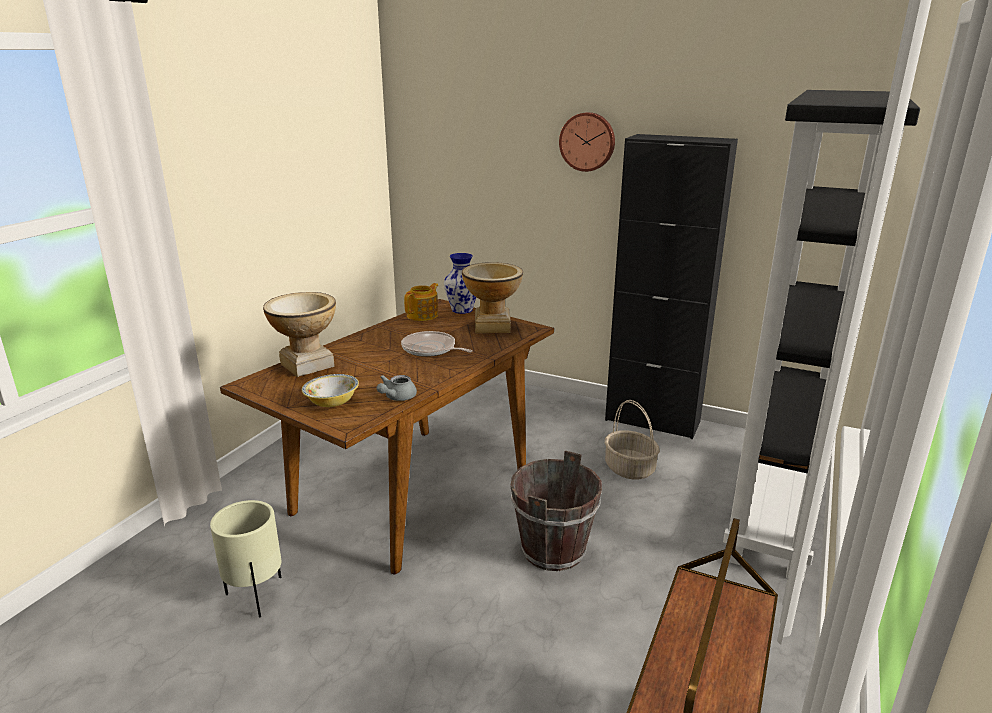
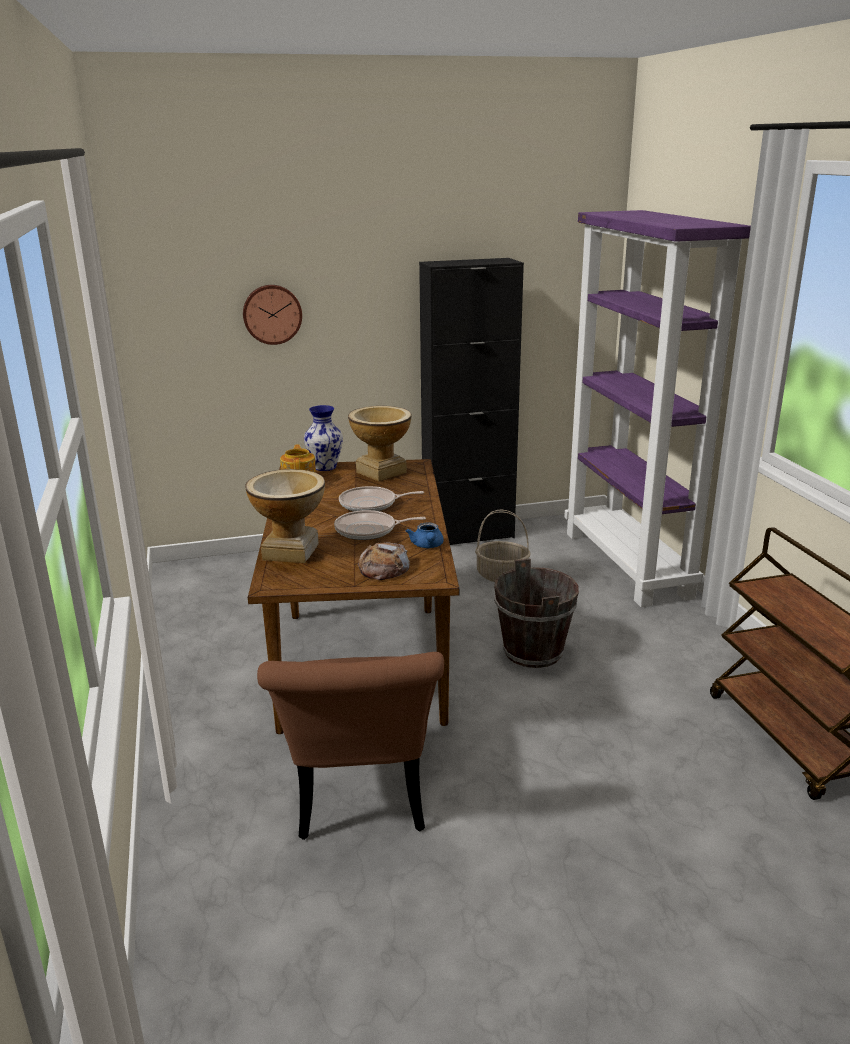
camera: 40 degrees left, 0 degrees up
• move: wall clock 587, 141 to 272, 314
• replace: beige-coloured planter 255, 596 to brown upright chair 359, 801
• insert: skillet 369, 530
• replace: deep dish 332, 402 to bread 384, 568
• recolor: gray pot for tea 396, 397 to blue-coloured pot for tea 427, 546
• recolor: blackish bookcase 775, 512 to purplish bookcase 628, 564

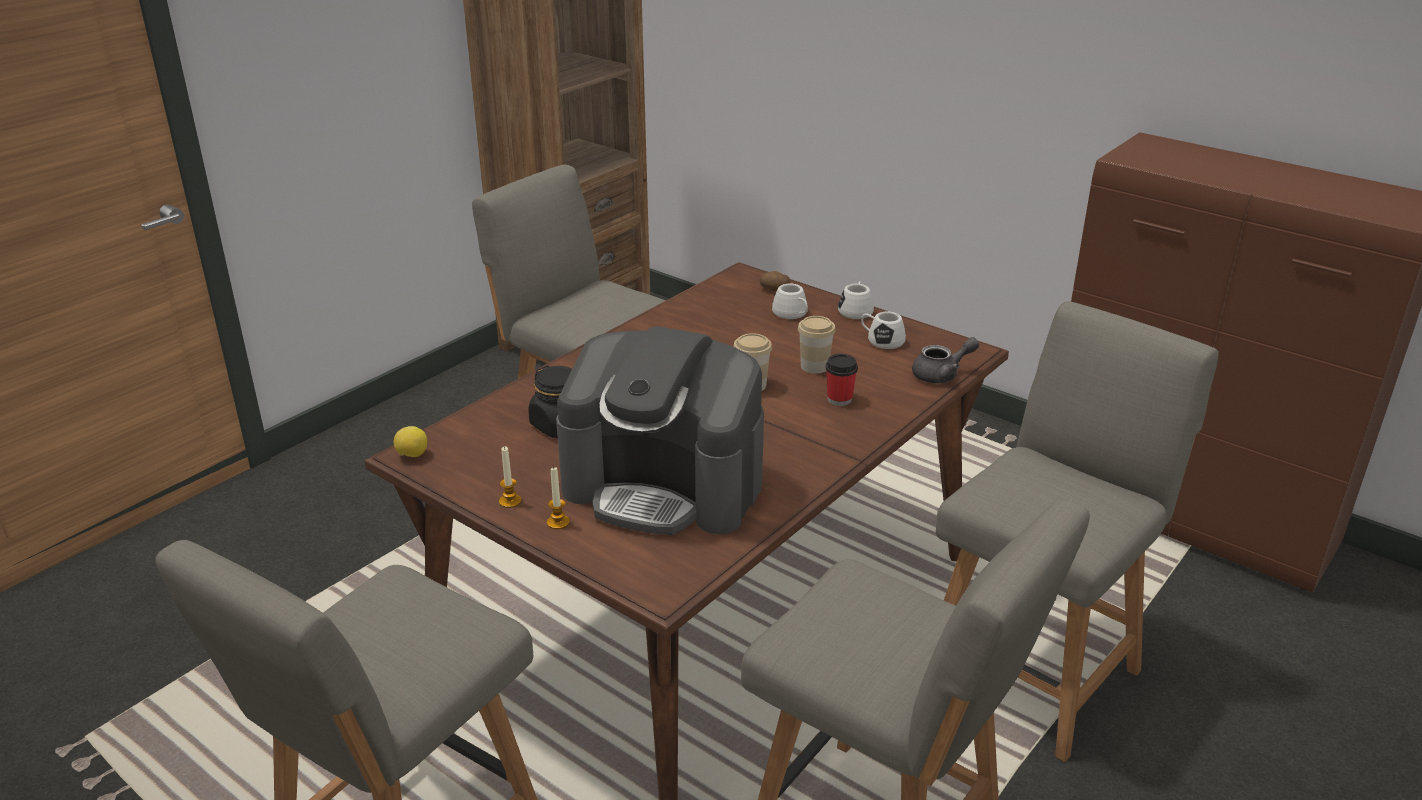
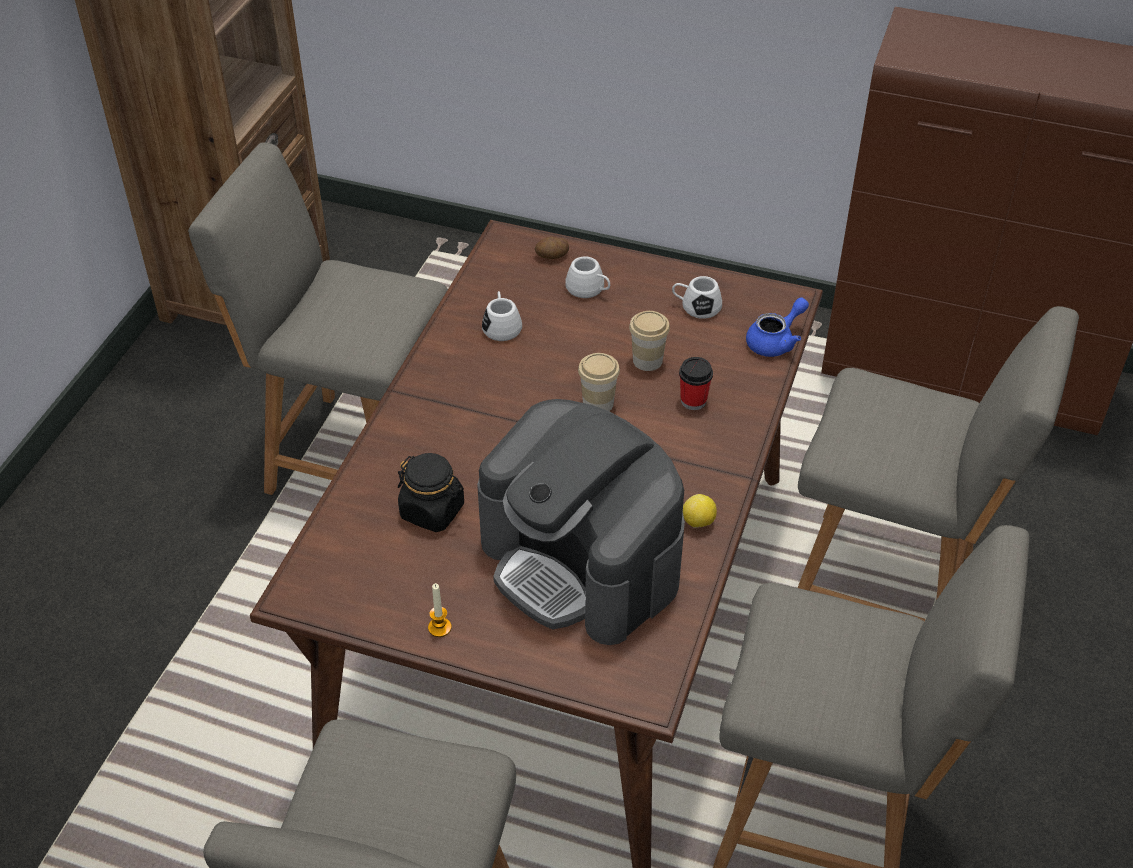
camera: 20 degrees left, 15 degrees up
• rotate: coffee maker 665, 486 = 582, 563 45 degrees clockwise
• move: white-coloured mug 856, 310 to 501, 325
• move: whole lemon 412, 455 to 698, 522
• recolor: gray pot for tea 942, 375 to blue-coloured pot for tea 775, 341
• rotate: gray upright chair 1034, 670 = 888, 590 90 degrees clockwise
• delete: candle 558, 522

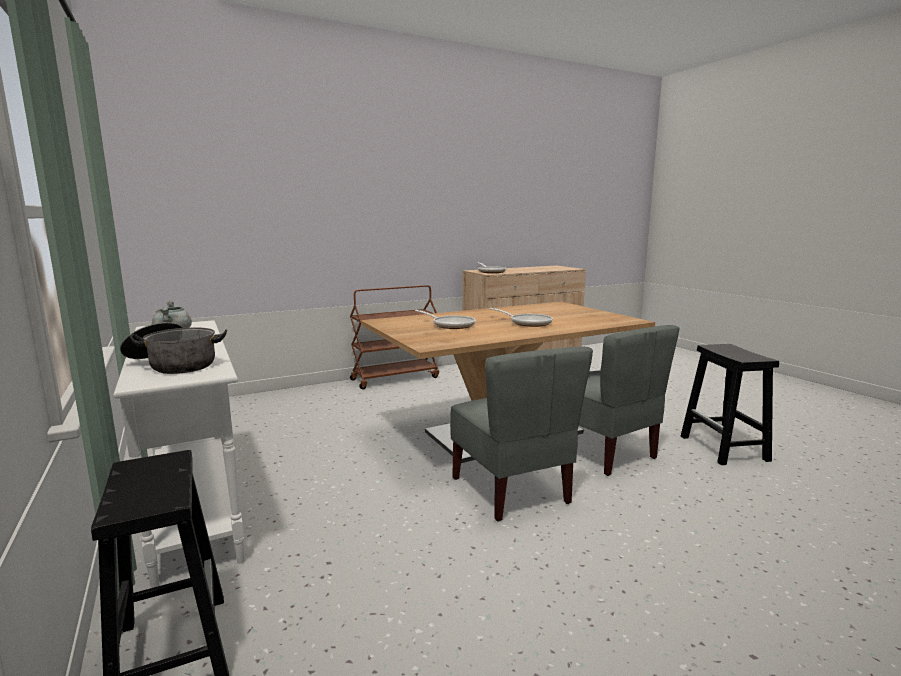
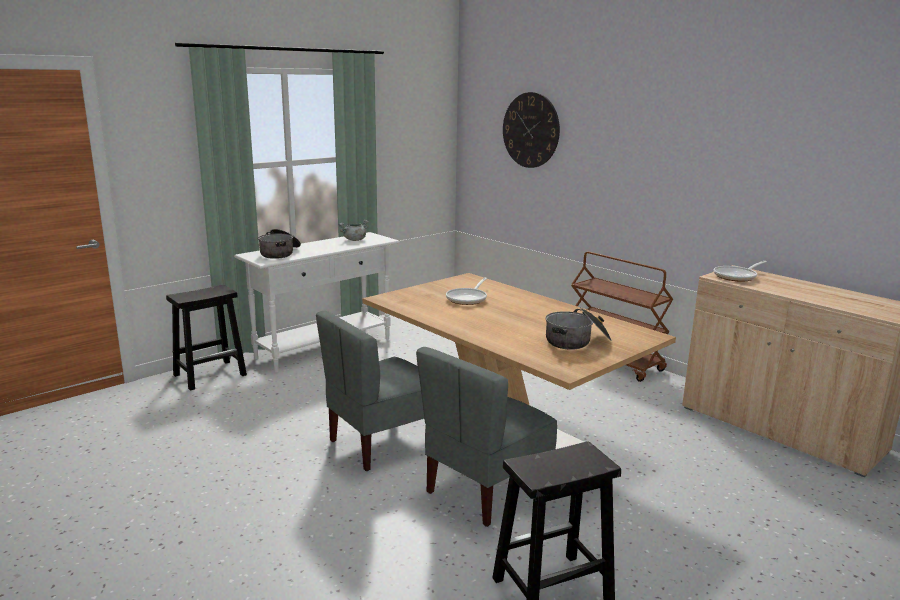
camera: 75 degrees right, 5 degrees up
• insert: wall clock 531, 130
• insert: cooking pot 577, 341
• delete: skillet 527, 323

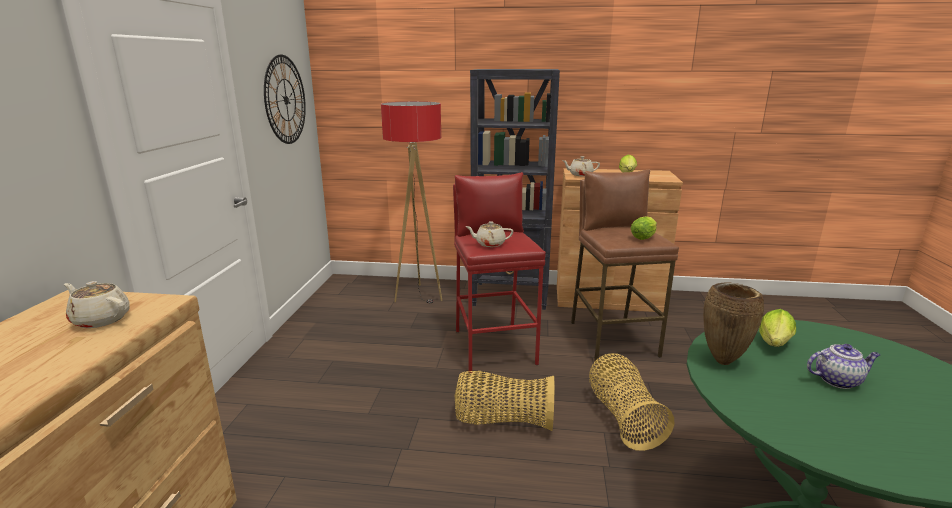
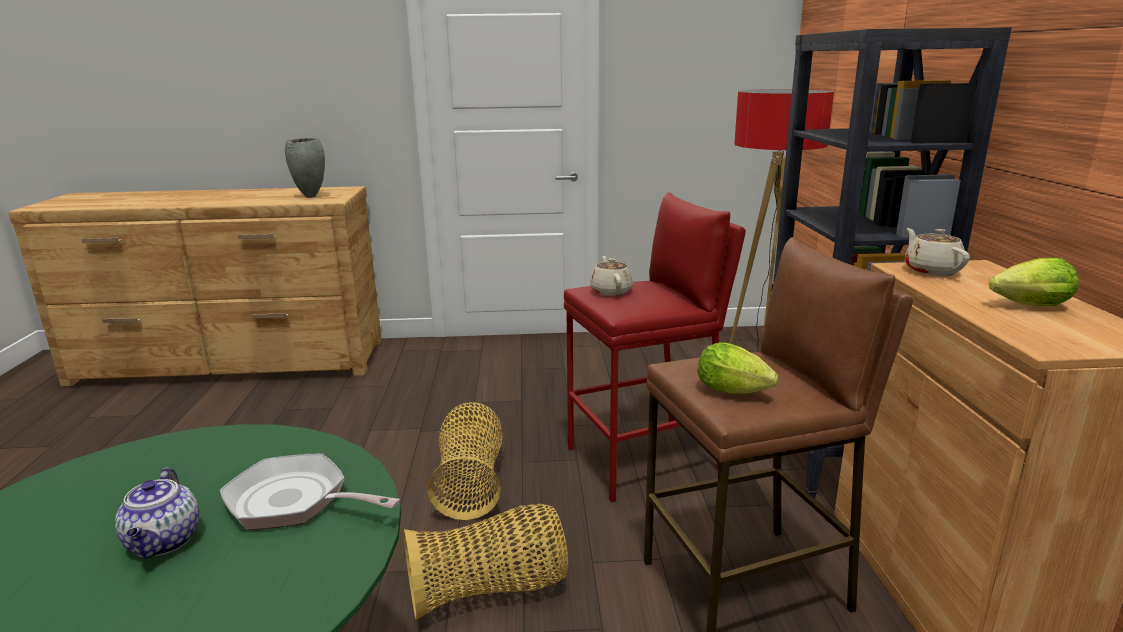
camera: 80 degrees right, 0 degrees up
• replace: head of lettuce 774, 345 to skillet 295, 502
• replace: beige-coloured pot for tea 100, 319 to gray vase 310, 197
• delete: wall clock 285, 100
• delete: brown vase 723, 361

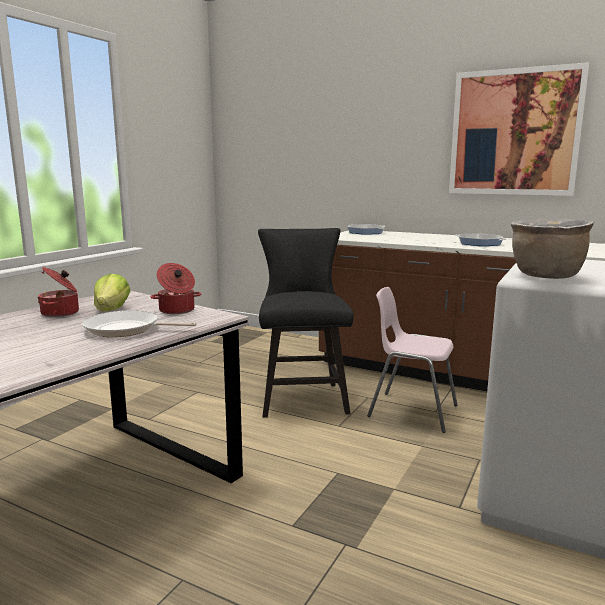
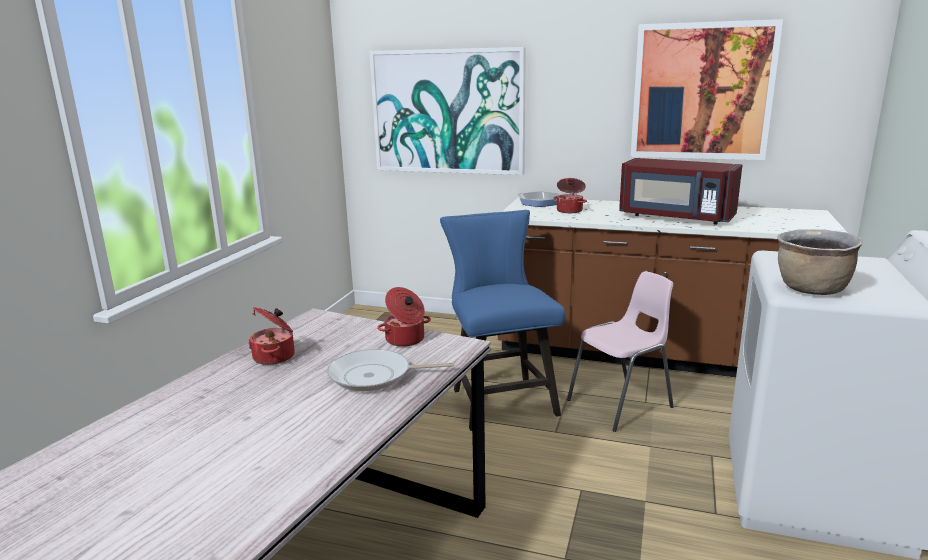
camera: 10 degrees left, 5 degrees up
• insert: picture 448, 112
• recolor: blackish upright chair 302, 396 to blue-coloured upright chair 500, 399
• insert: cooking pot 570, 210
• rotate: pinkish upright chair 412, 411 = 621, 404 135 degrees clockwise
• replace: skillet 479, 243 to reddish microwave 675, 217
• delete: head of lettuce 112, 310

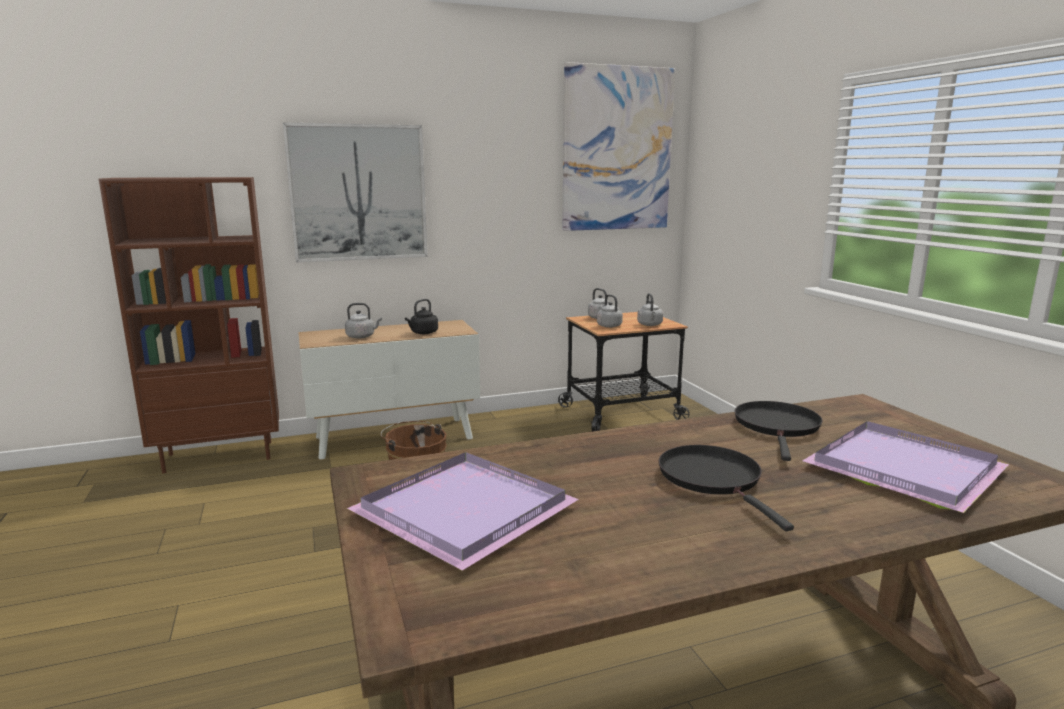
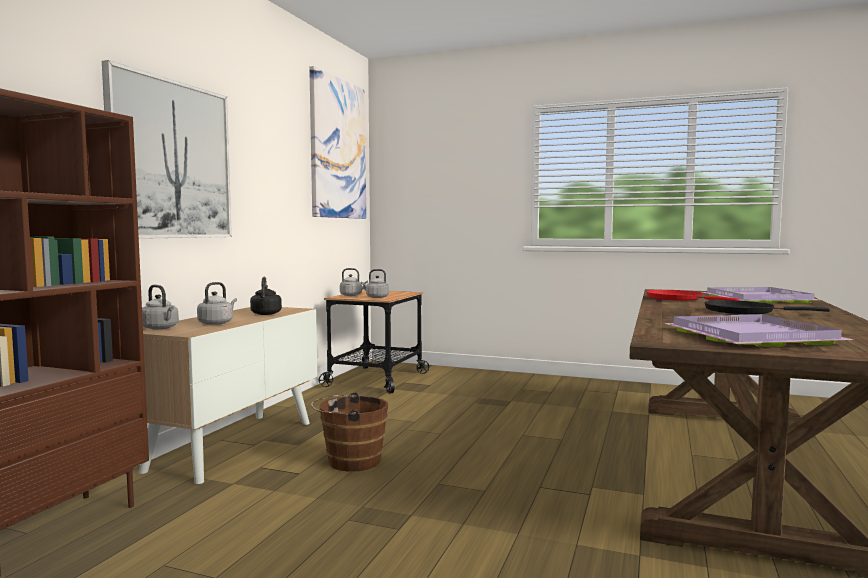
camera: 50 degrees left, 10 degrees down
• move: gray tea kettle 650, 325 to 161, 328
• recolor: blackish skillet 777, 427 to reddish skillet 678, 299

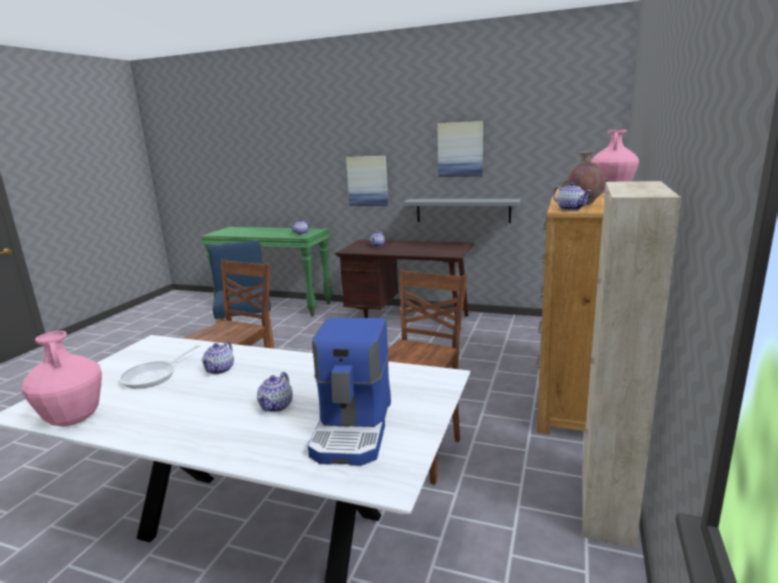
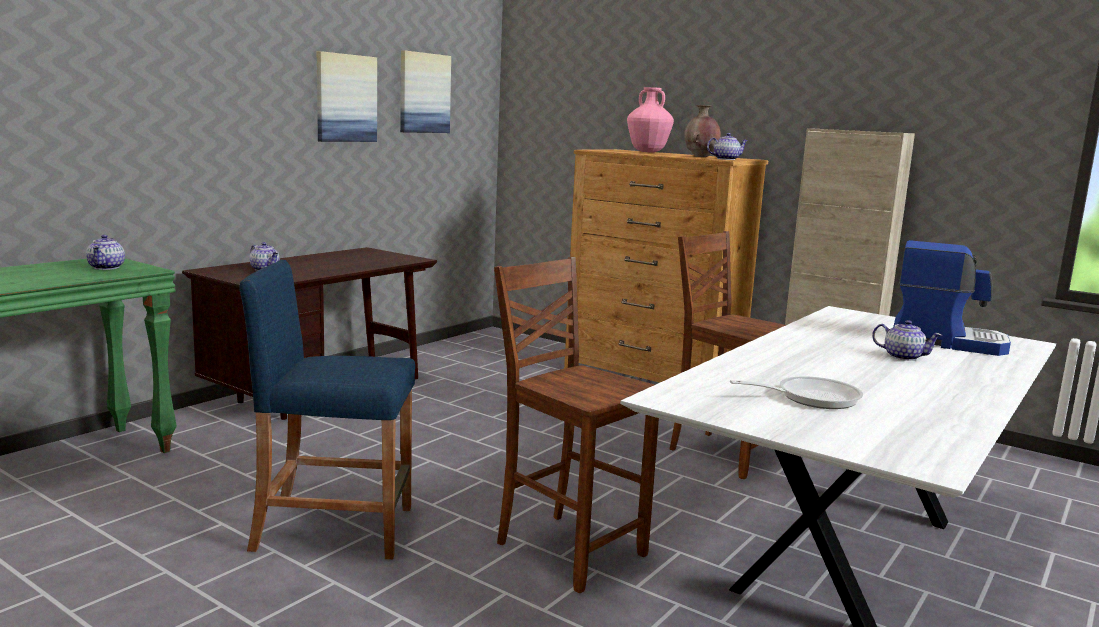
camera: 75 degrees left, 5 degrees down
• move: picture 368, 181 to 424, 93
• rotate: skillet 154, 376 = 810, 398 60 degrees counterclockwise
• delete: pinkish vase 73, 419
• delete: pot for tea 220, 369
• delete: gray bracket shelf 462, 210

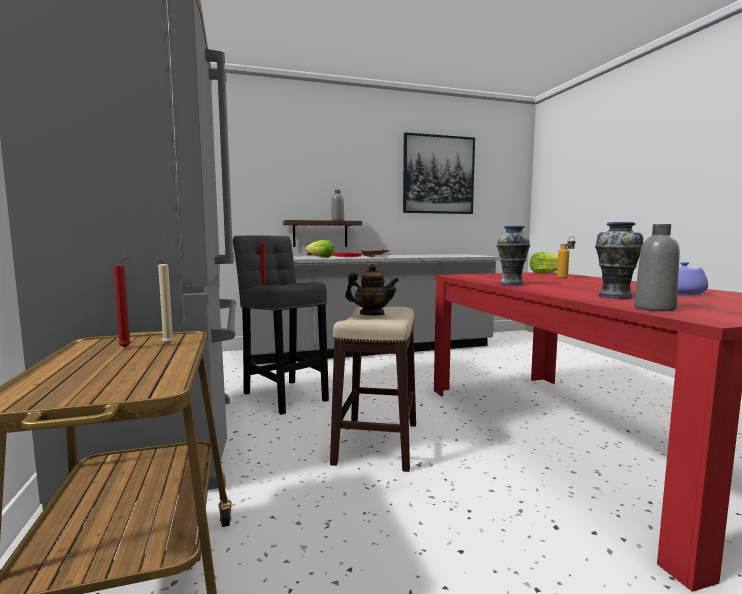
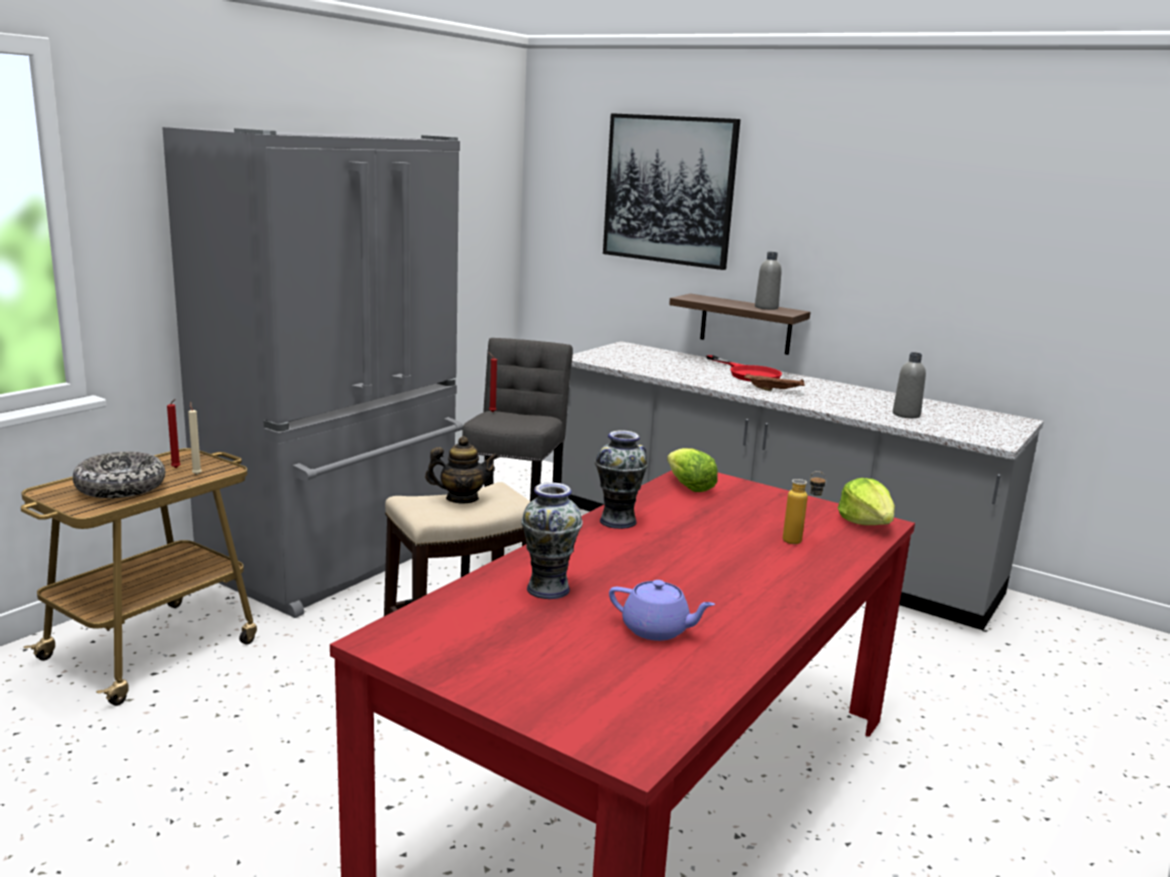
camera: 50 degrees right, 10 degrees up
• insert: deep dish 120, 487
• rotate: pot for tea 372, 314 = 462, 499 75 degrees counterclockwise
• move: picture 438, 175 to 669, 190
• move: head of lettuce 321, 257 to 689, 487
• move: gray drink bottle 654, 308 to 906, 415

